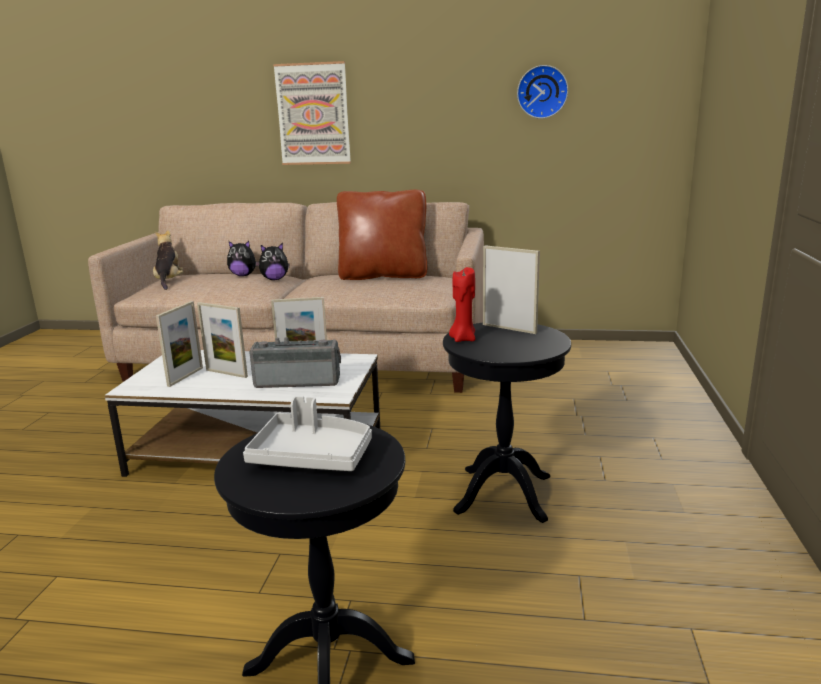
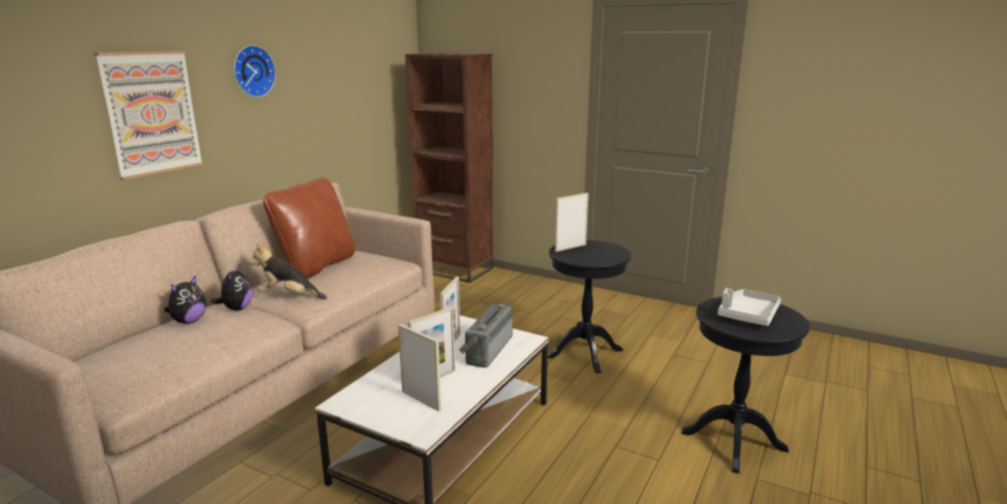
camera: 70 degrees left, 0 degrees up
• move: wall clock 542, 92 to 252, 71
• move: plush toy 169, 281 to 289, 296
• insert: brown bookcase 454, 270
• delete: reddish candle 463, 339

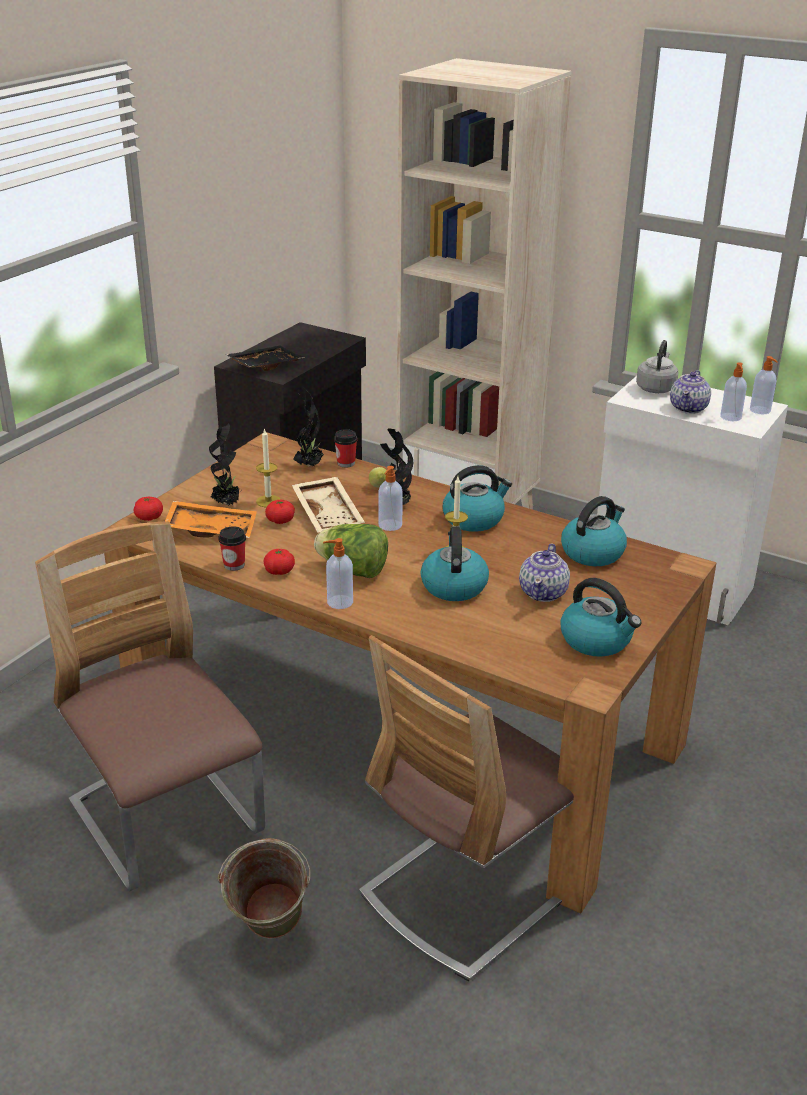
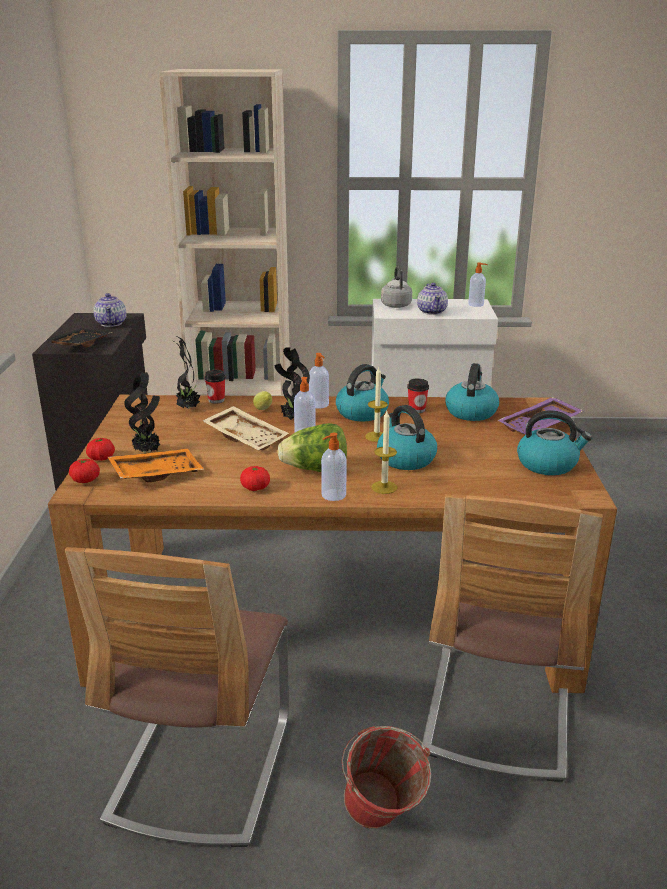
camera: 30 degrees left, 5 degrees down
• rotate: upright chair 166, 820 = 201, 767 105 degrees counterclockwise
• move: fresh tomato 280, 521 to 101, 458
• move: pot for tea 544, 592 to 111, 323
• move: liquid soap bottle 730, 417 to 319, 405
• recolor: greenish pail 269, 935 to reddish pail 381, 824
• move: candle 268, 501 to 384, 487
• move: drinking cup 234, 565 to 417, 409
• insert: purplish serving tray 540, 426

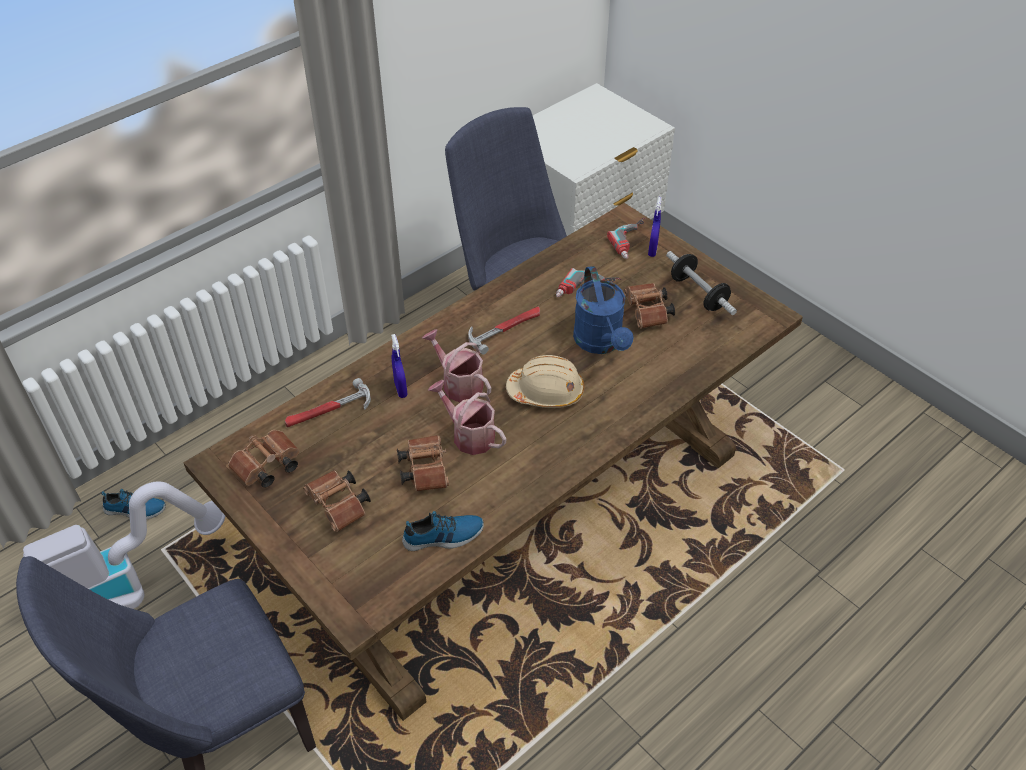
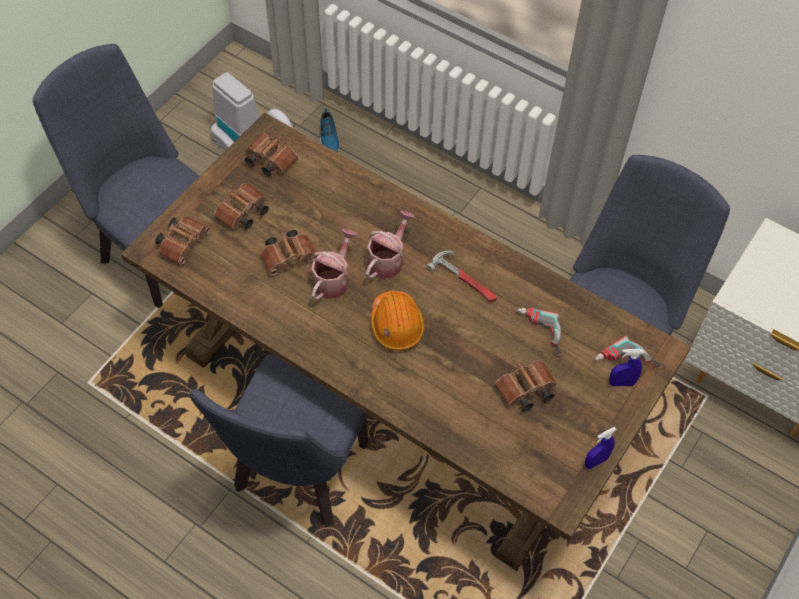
camera: 75 degrees right, 10 degrees up
• insert: brown field glasses 184, 243
• insert: blue-coloured upright chair 297, 477
• recolor: beige-coloured safety helmet 546, 392 to orangey safety helmet 396, 325
• move: blue-coloured hand sprayer 400, 389 to 596, 461
• delete: hammer 328, 411
• delete: item of footwear 443, 537
• delete: blue-coloured sprinkling can 601, 343
• delete: free weight 698, 294

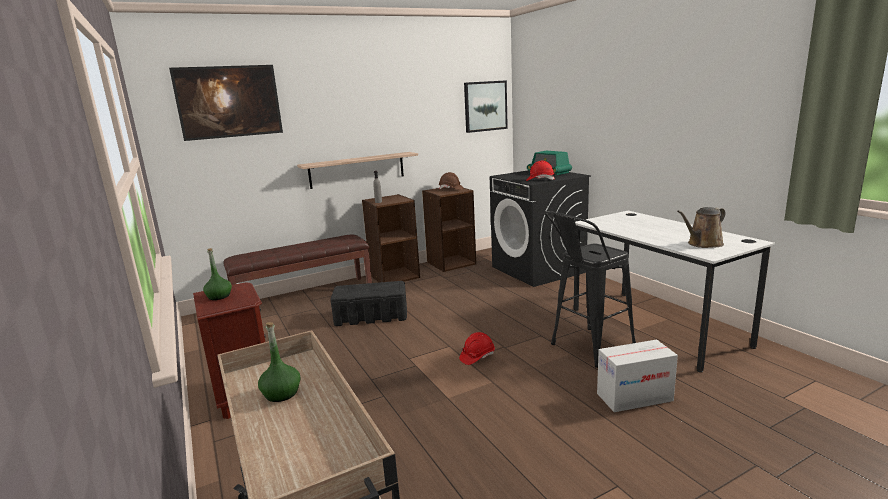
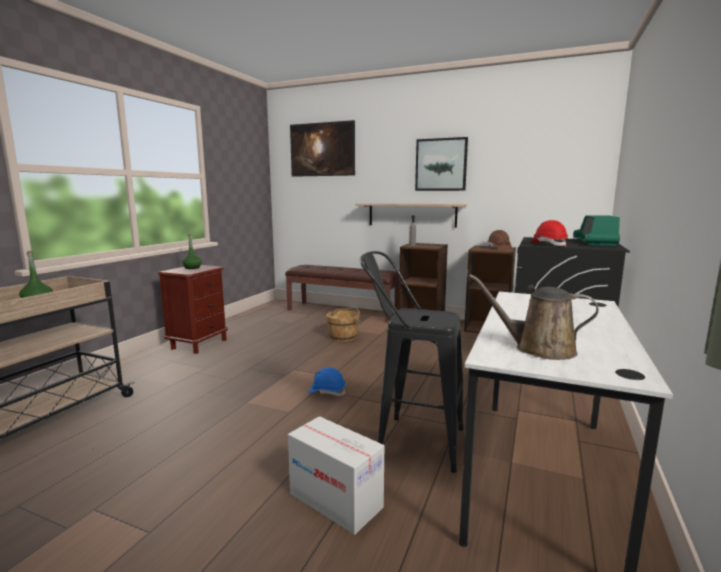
camera: 50 degrees right, 5 degrees down
• recolor: reddish safety helmet 477, 357 to blue-coloured safety helmet 327, 392
• replace: blackish storage bin 372, 316 to brown pail 343, 337
• move: picture 485, 106 to 441, 164

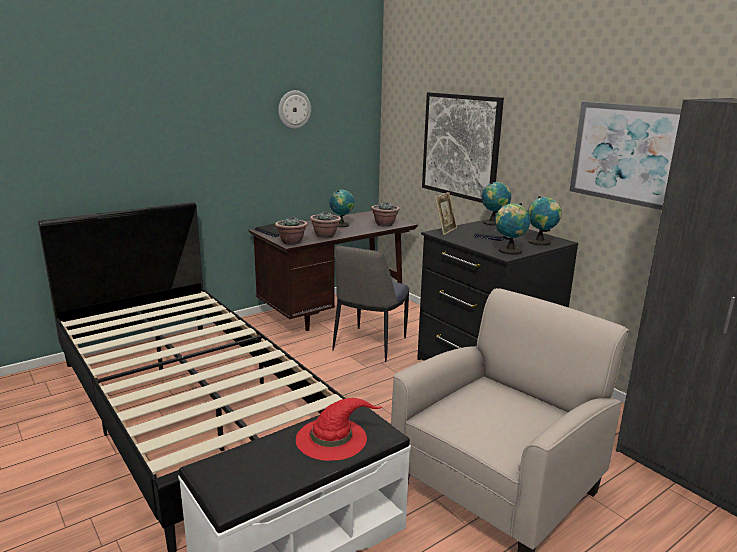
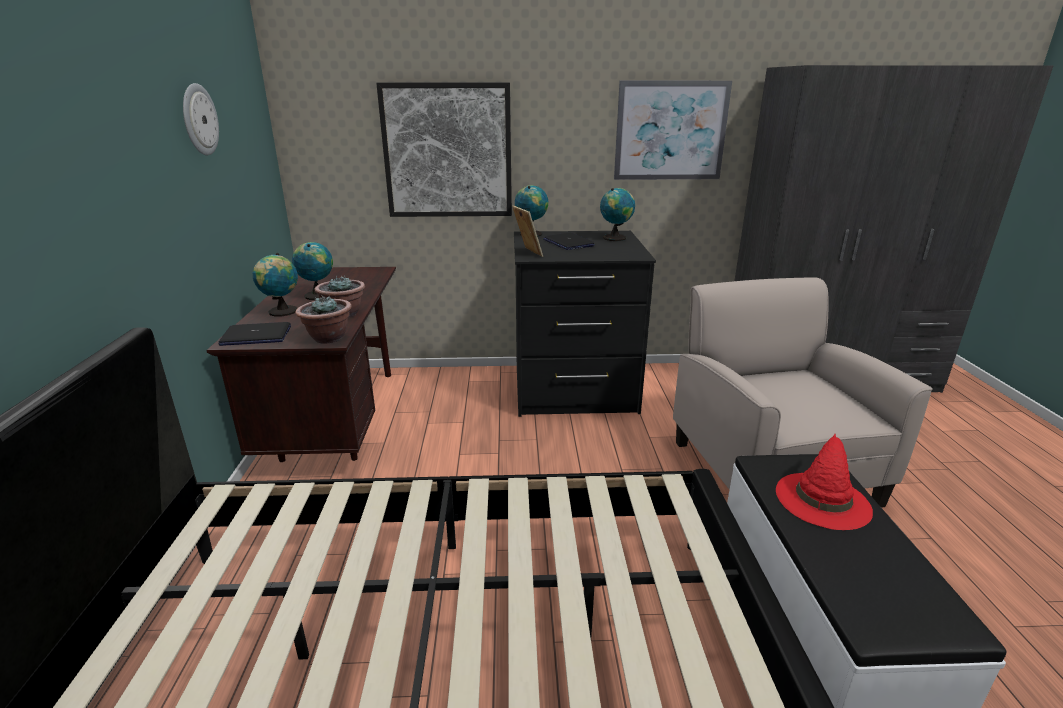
camera: 55 degrees left, 5 degrees up
• move: world globe 509, 251 to 282, 312
• delete: upright chair 369, 345
• delete: potted plant 384, 225

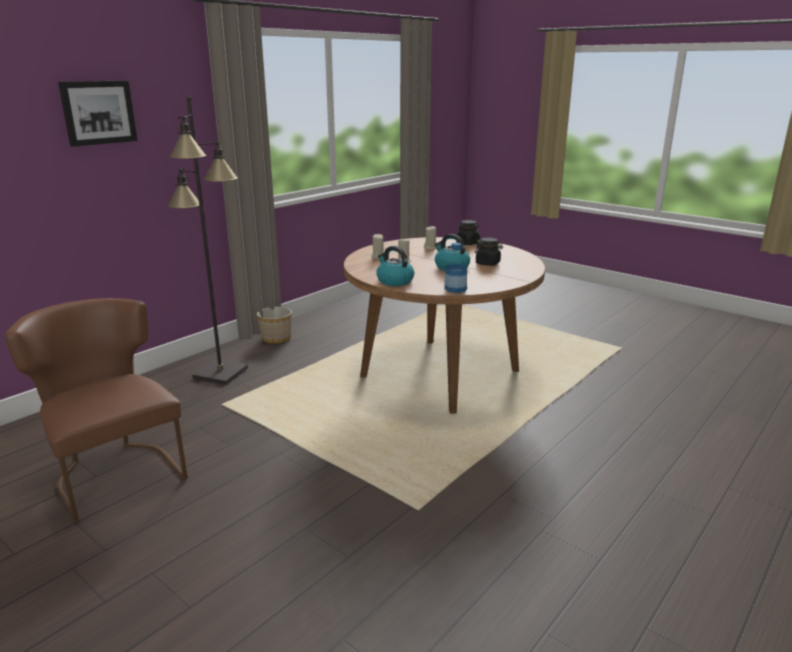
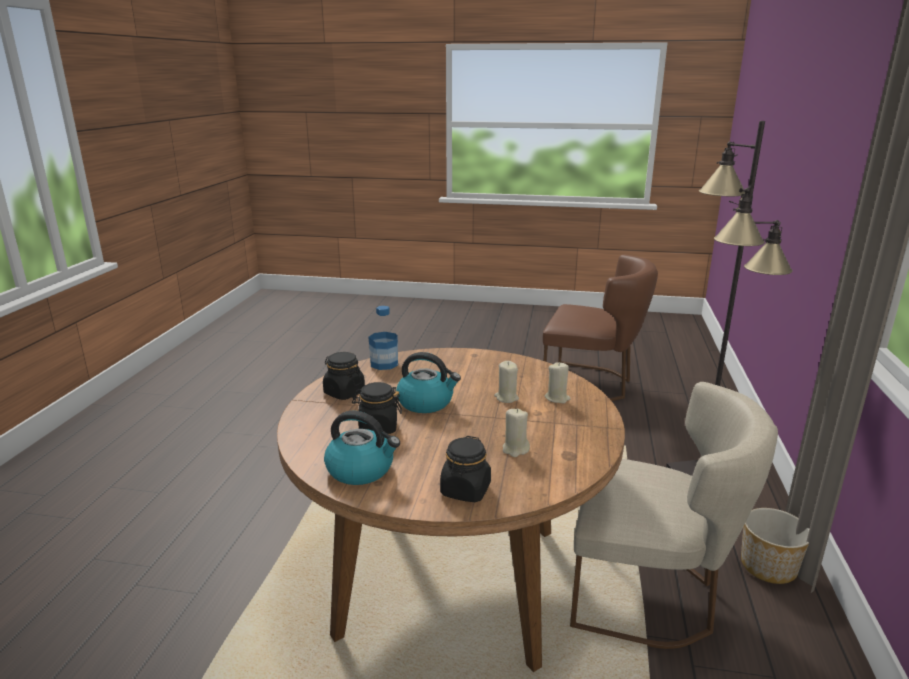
camera: 150 degrees right, 0 degrees up
• insert: blackish preserve jar 344, 392
• move: tea kettle 394, 281 to 361, 469
• insert: beige-coloured upright chair 650, 595
• delete: picture 98, 112

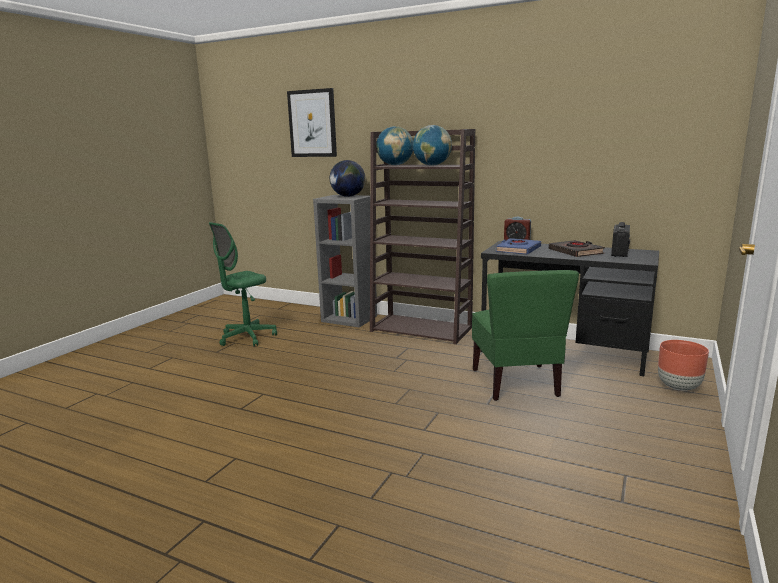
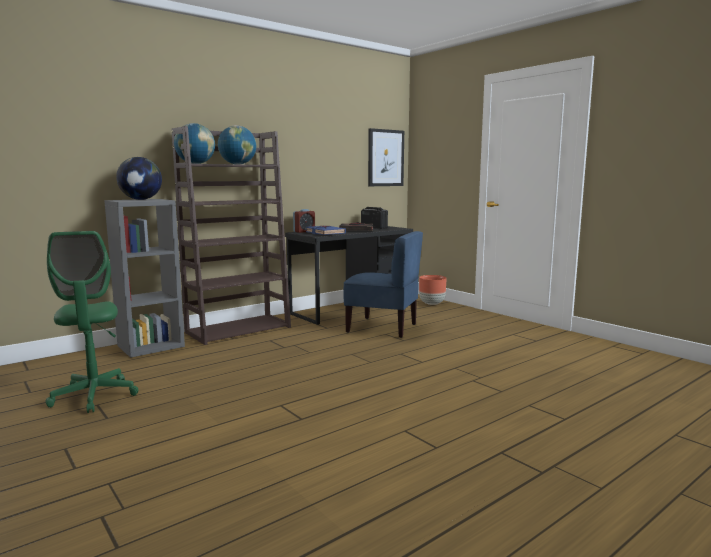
camera: 65 degrees left, 5 degrees down
• recolor: greenish upright chair 516, 383 to blue-coloured upright chair 382, 328
• move: picture 312, 123 to 385, 158

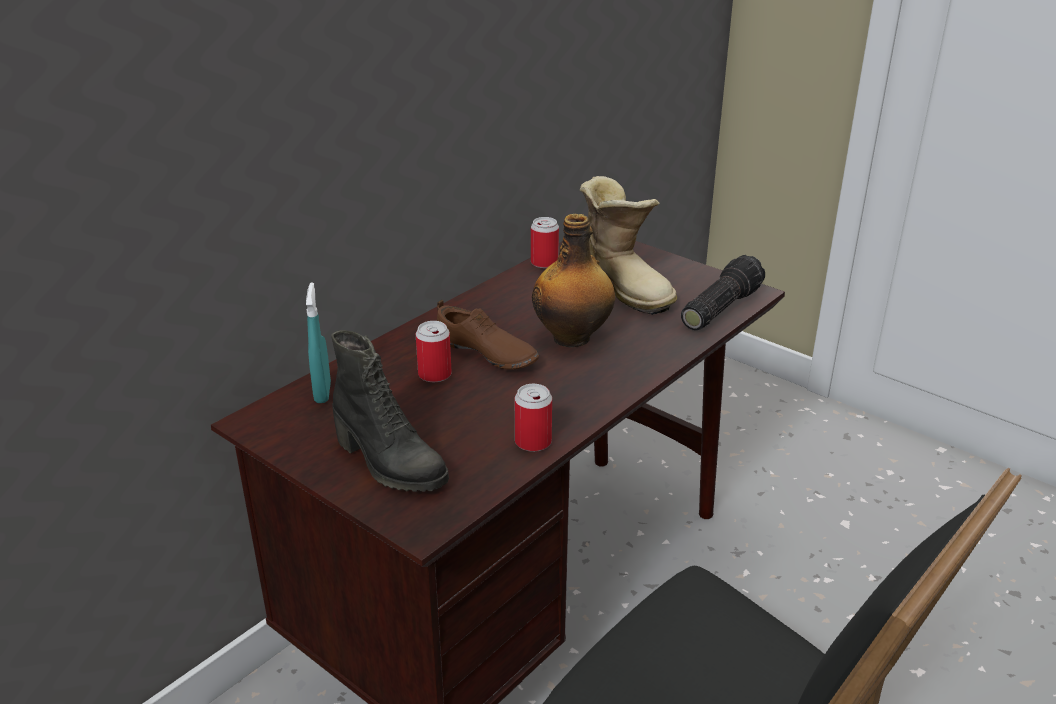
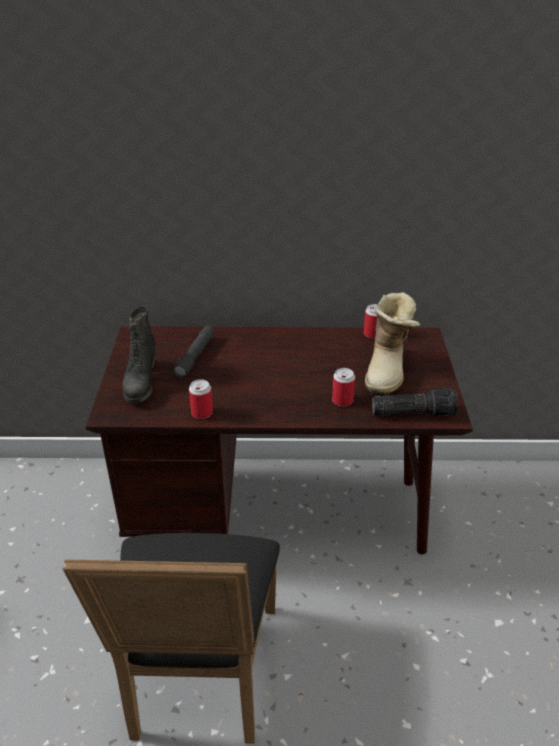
camera: 50 degrees right, 5 degrees up
• insert: gray hand torch 195, 356
• move: can 434, 374 to 342, 401
• delete: turquoise-coloured hand sprayer 322, 392
• delete: brown item of footwear 486, 353
• delete: drink bottle 573, 337

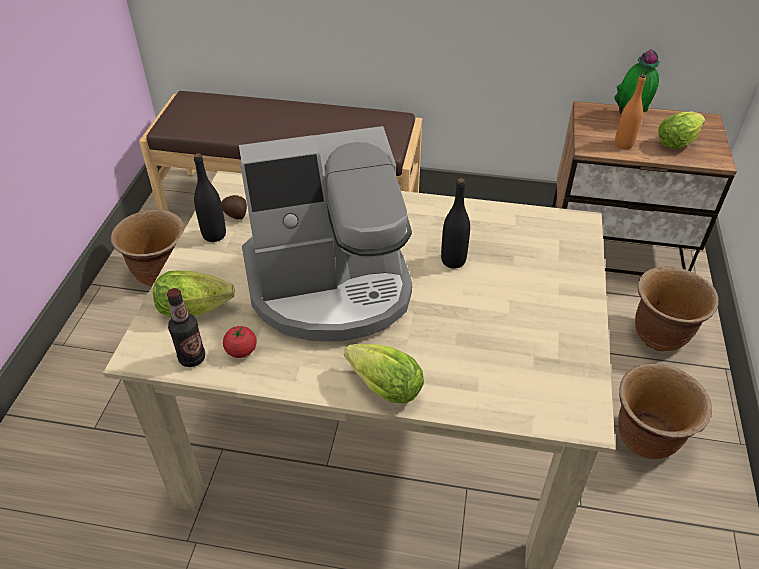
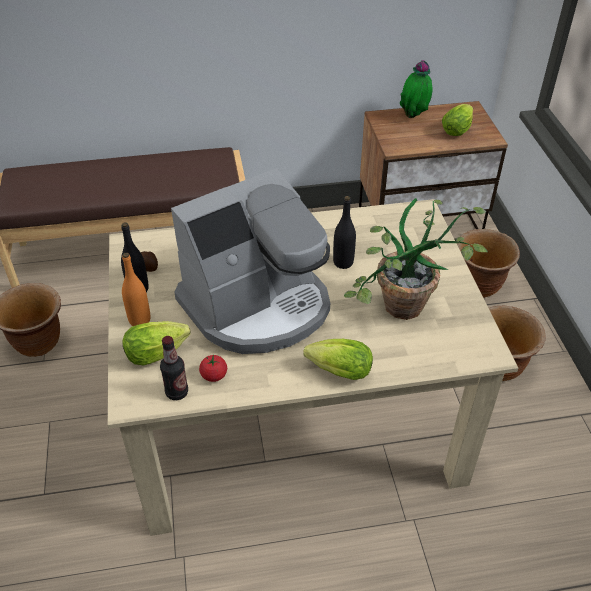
camera: 20 degrees left, 0 degrees up
• move: orangey drink bottle 623, 144 to 139, 320
• insert: potted plant 401, 313

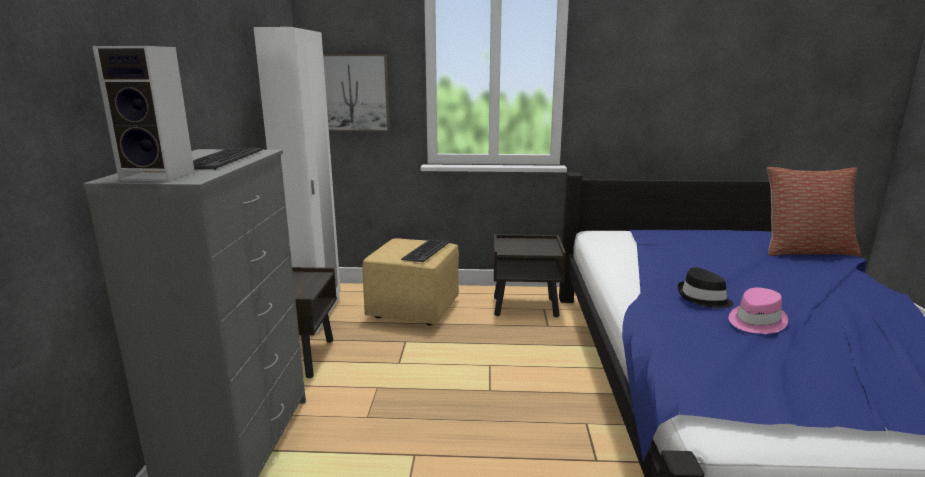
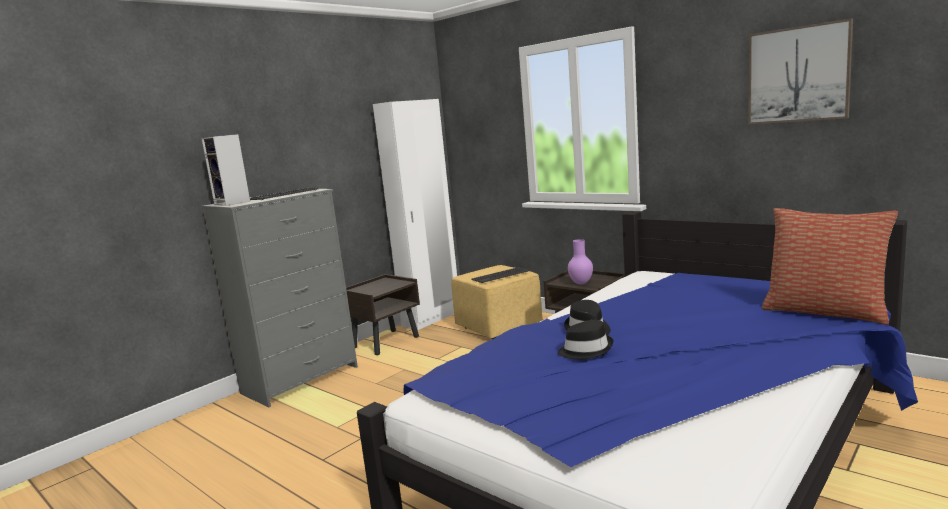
camera: 40 degrees right, 5 degrees down
• recolor: pinkish hat 755, 321 to blackish hat 586, 350
• insert: purplish vase 580, 283
• move: picture 351, 93 to 798, 74

